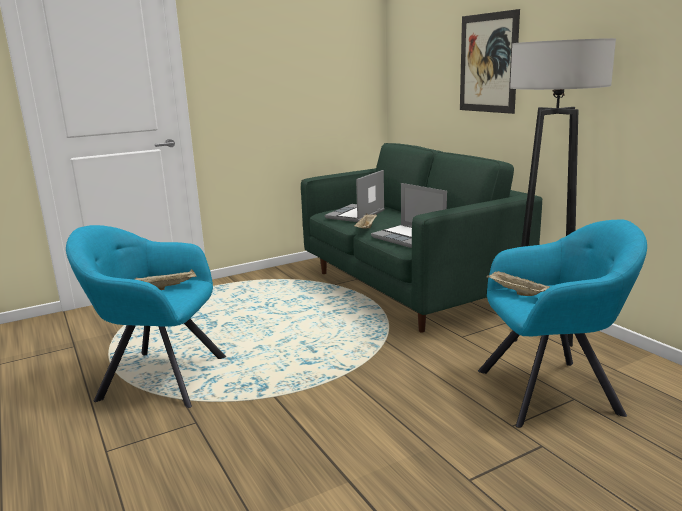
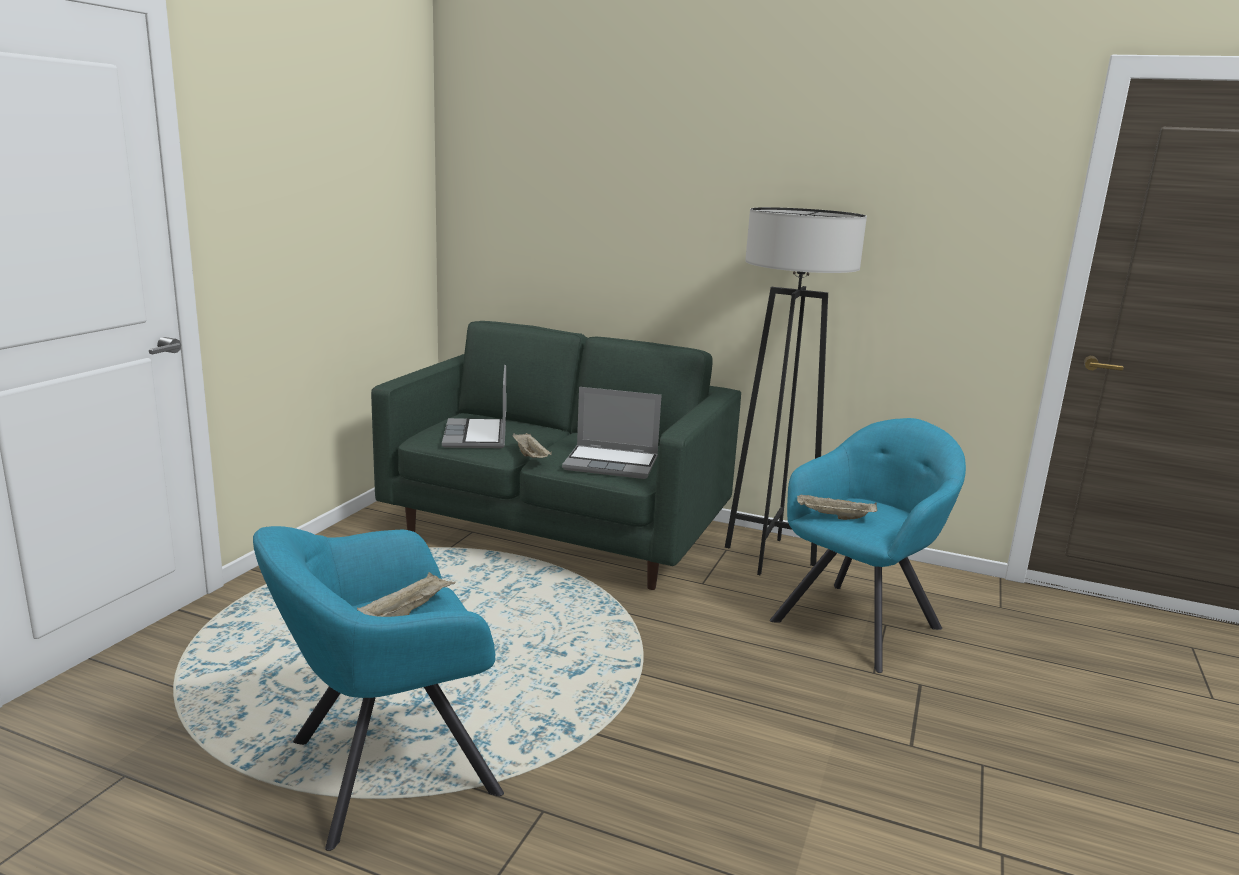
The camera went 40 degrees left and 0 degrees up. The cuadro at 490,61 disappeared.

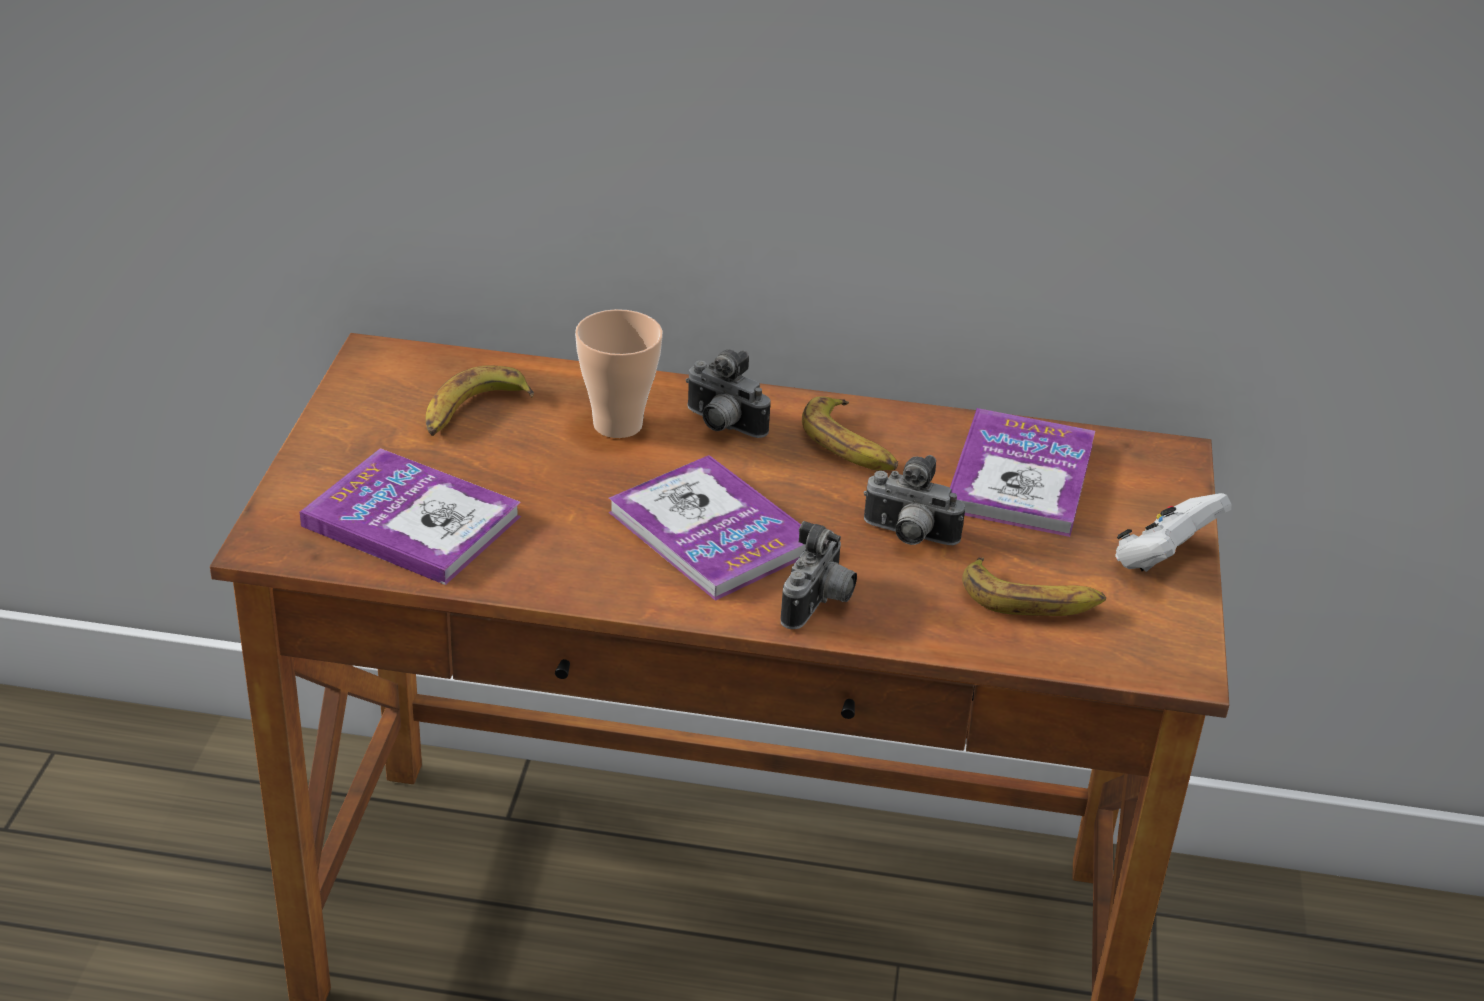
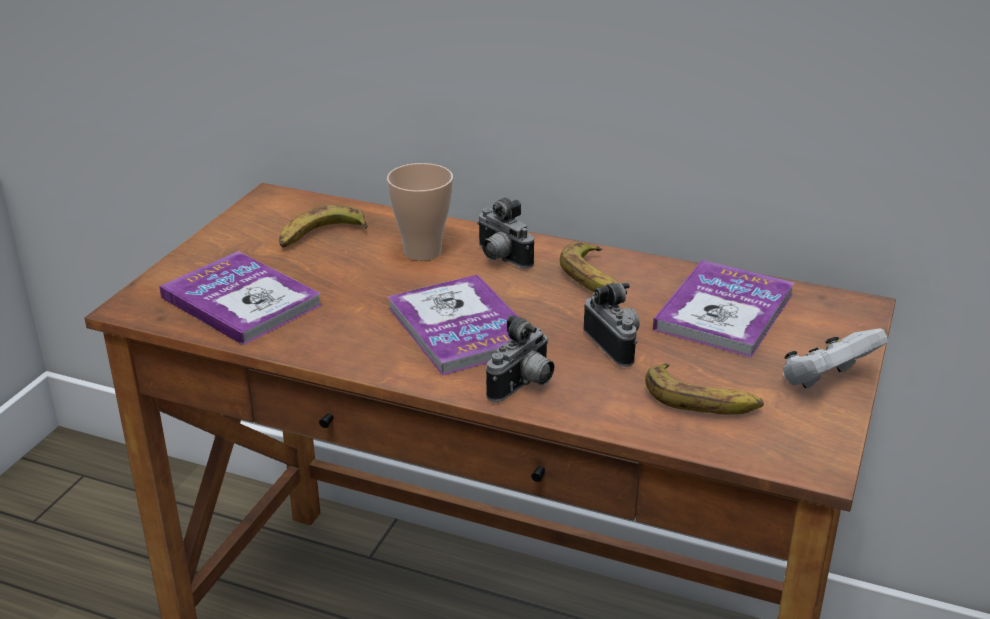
The camera went 15 degrees right and 5 degrees down. The cámara at 914,500 turned 150 degrees counterclockwise.

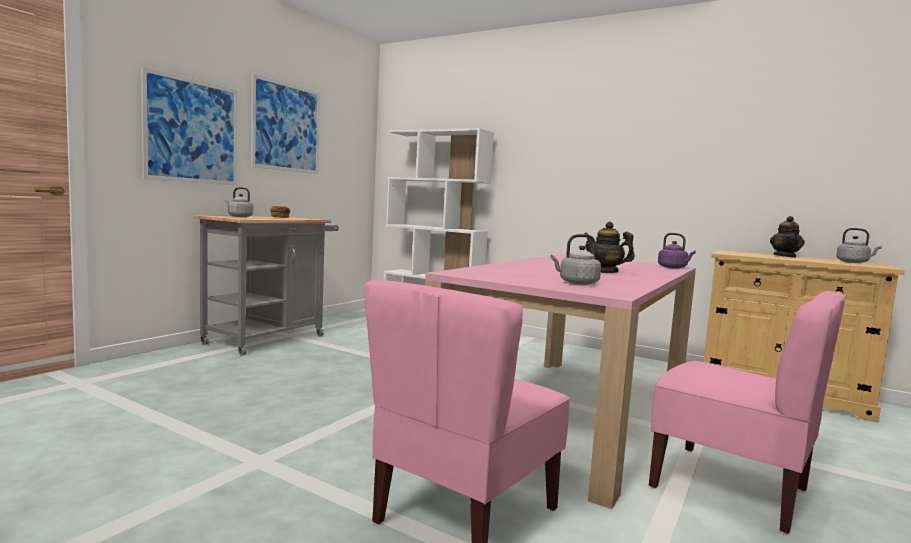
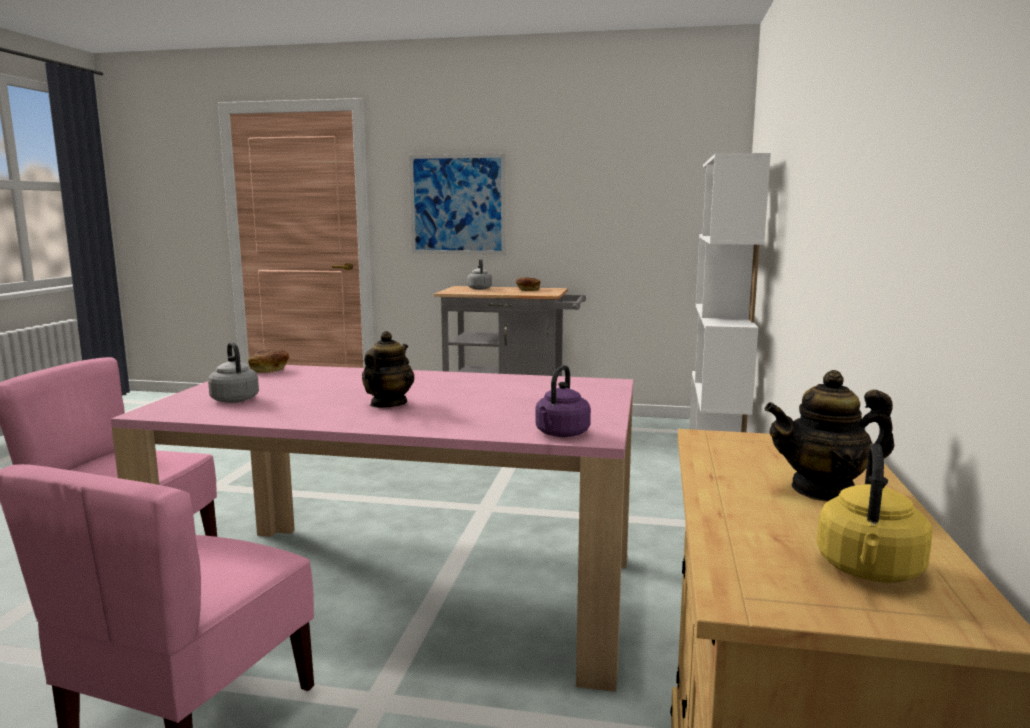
The camera went 70 degrees right and 5 degrees up. The pan at 269,361 appeared. The hervidor/gris at 859,245 became the hervidor/amarillo at 875,513. The cuadro at 285,124 disappeared.

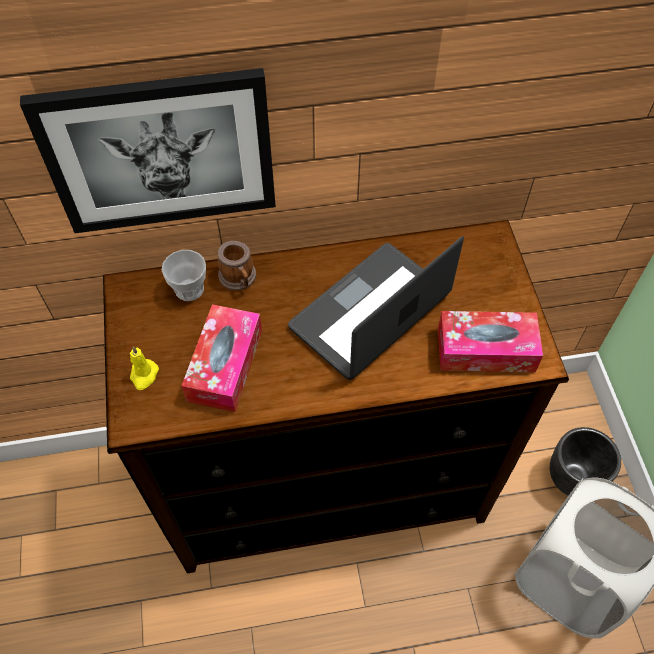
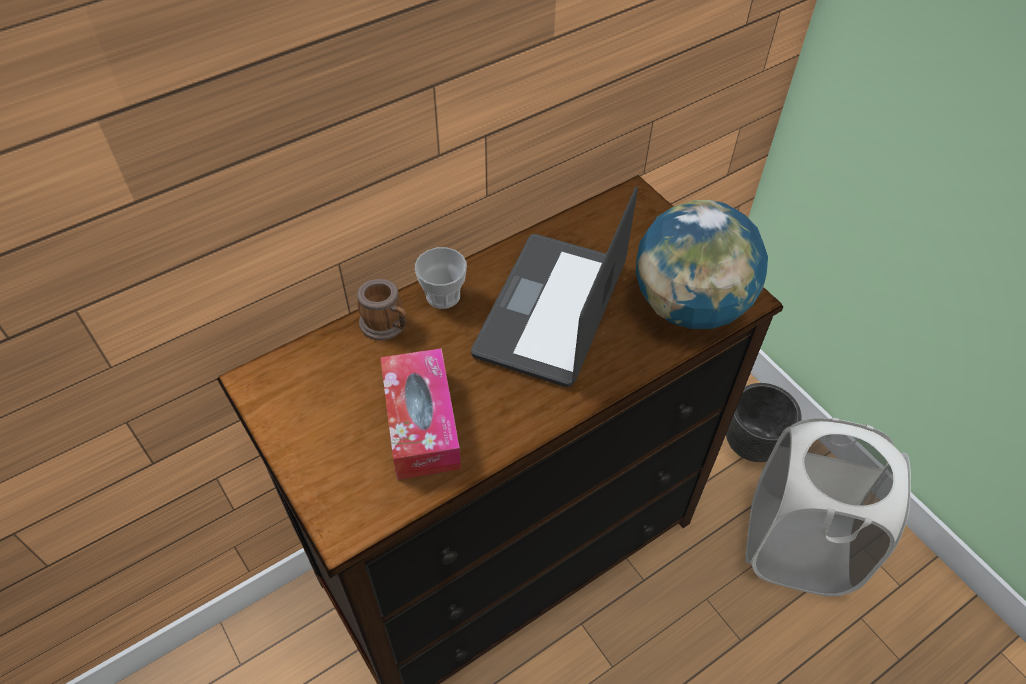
The camera went 25 degrees left and 5 degrees down. The taza moved from 184,275 to 441,278. The caja de pañuelos at 490,341 was replaced by the globo terráqueo at 702,264. The cuadro at 148,150 disappeared. The vela/amarillo at 144,368 disappeared.

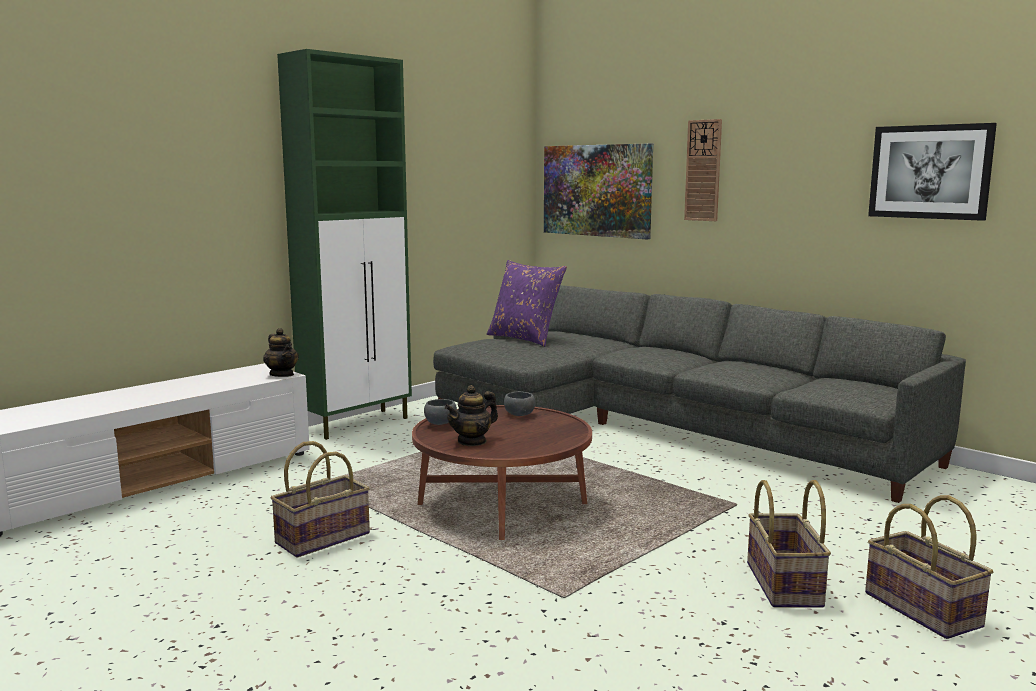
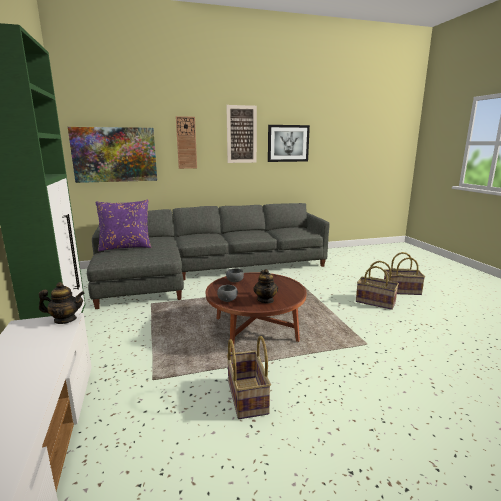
The camera went 60 degrees left and 5 degrees up. The cuadro at 241,134 appeared.

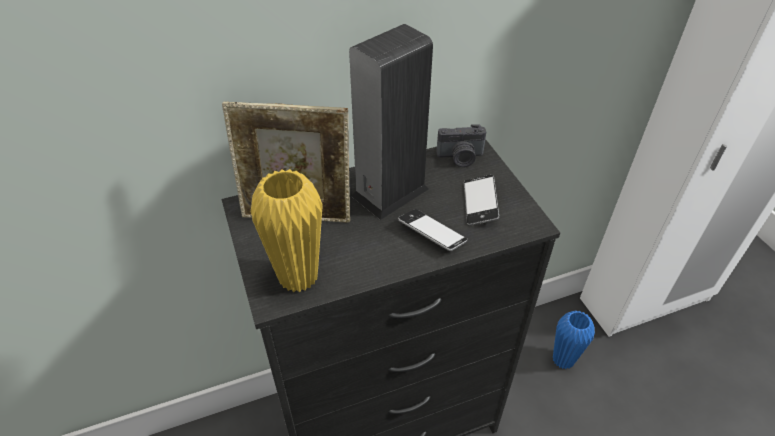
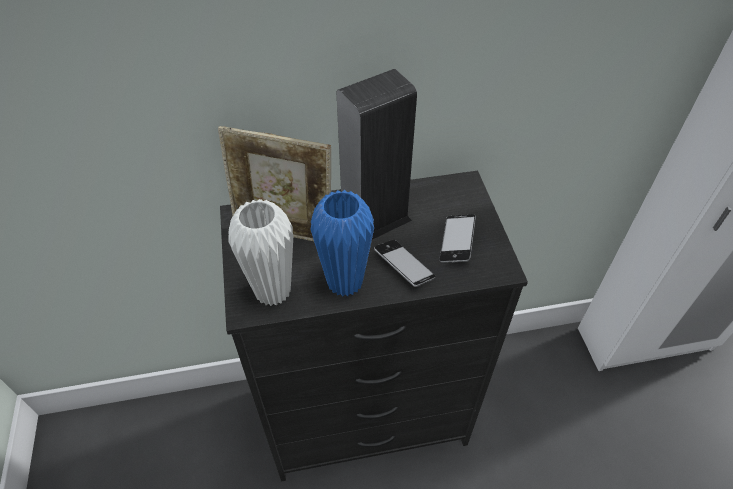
The camera went 10 degrees right and 5 degrees up. The florero/amarillo at 287,230 became the florero/blanco at 260,252. The florero/azul moved from 574,340 to 342,243. The cámara at 461,145 disappeared.

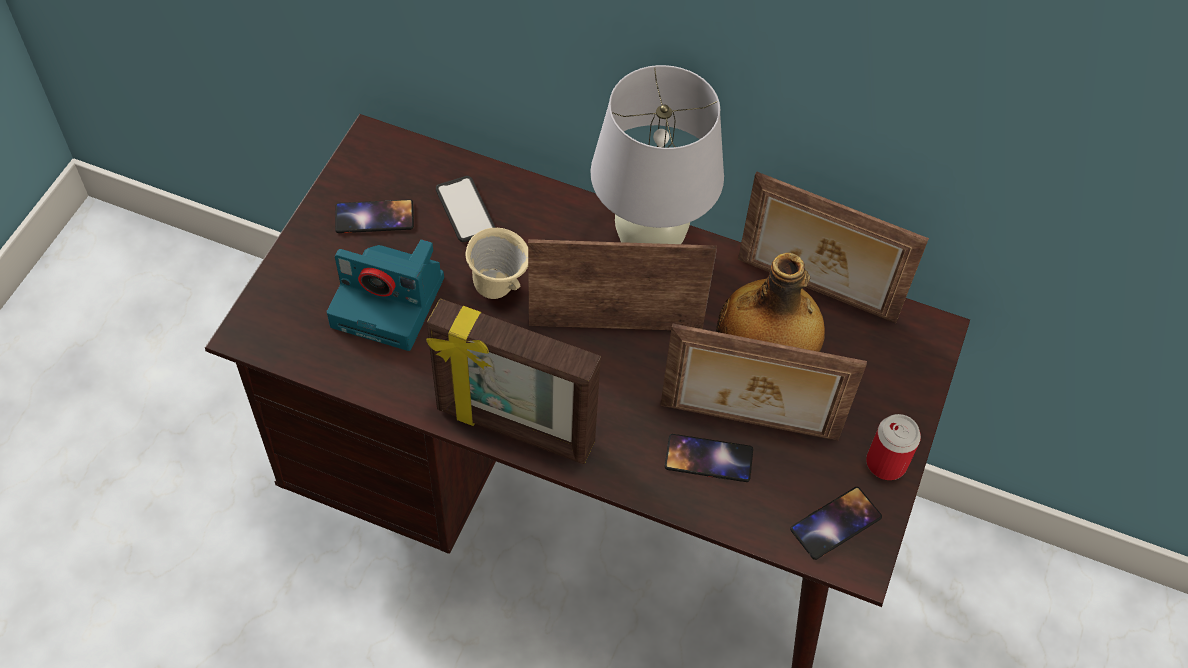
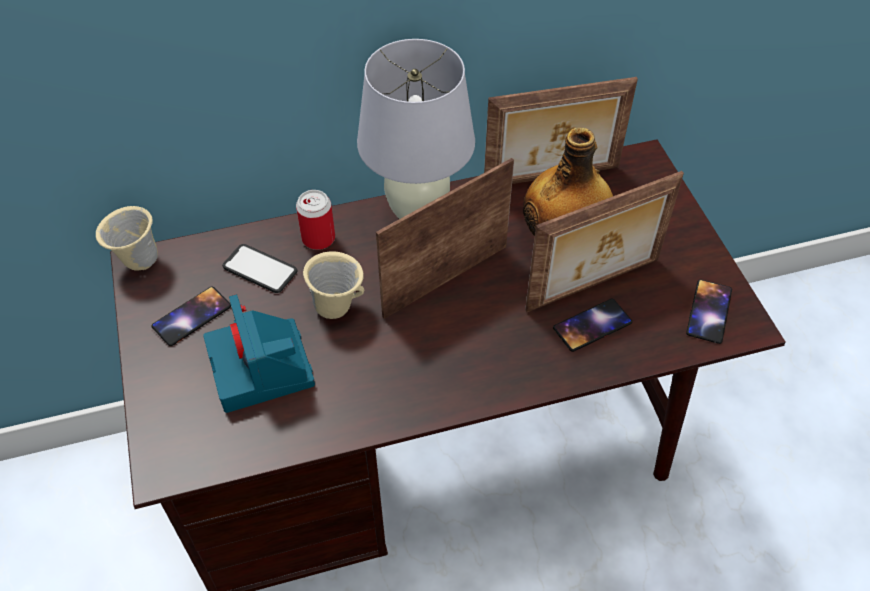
The camera went 35 degrees left and 5 degrees down. The taza grande/beis at 127,238 appeared. The cámara at 385,295 turned 90 degrees clockwise. The lata moved from 893,447 to 315,220. The portarretratos at 513,381 disappeared.

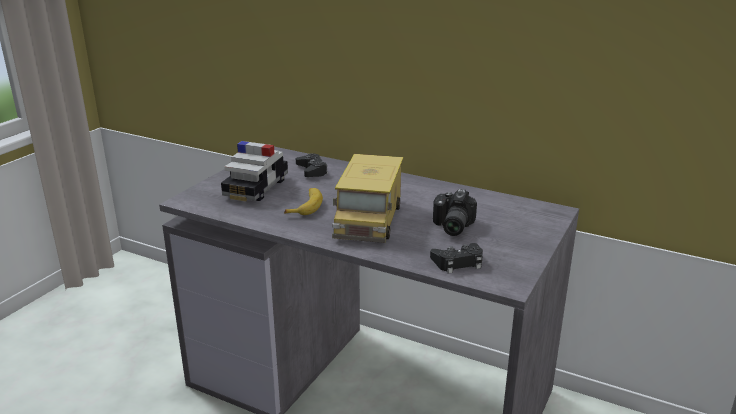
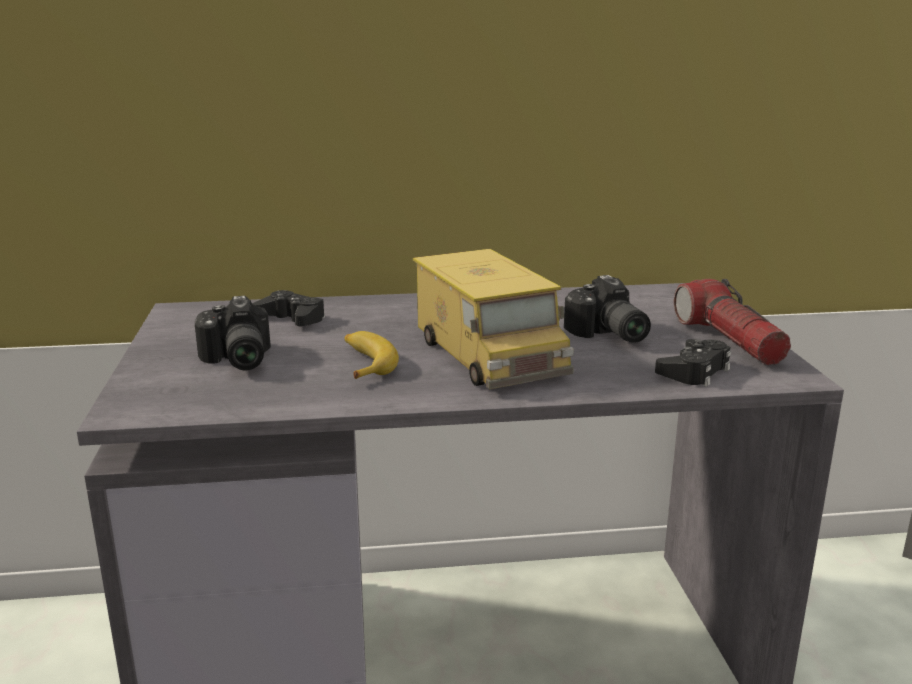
The camera went 35 degrees left and 5 degrees down. The coche de juguete at 254,171 was replaced by the cámara at 233,333. The linterna at 732,322 appeared.

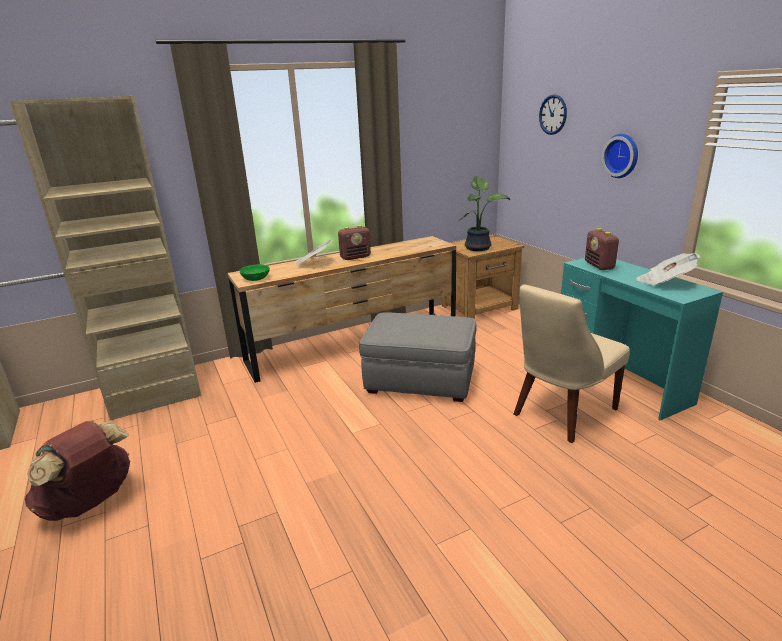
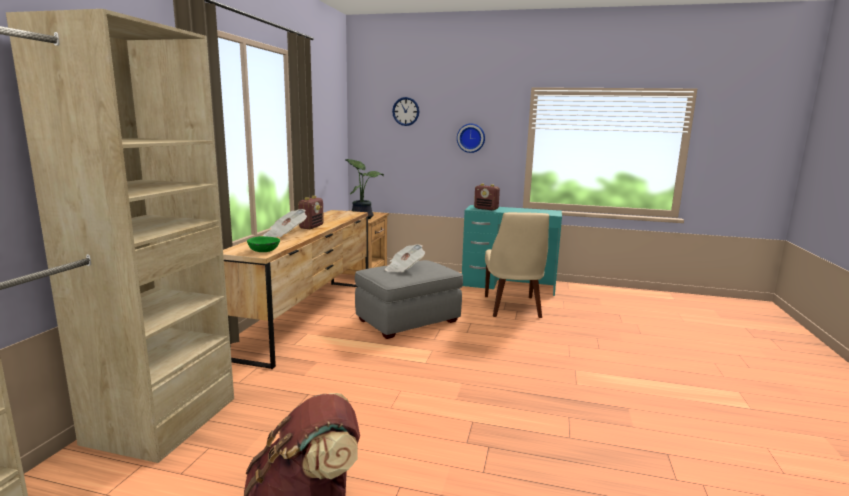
The camera went 50 degrees left and 10 degrees down. The periódico moved from 668,269 to 405,258.

